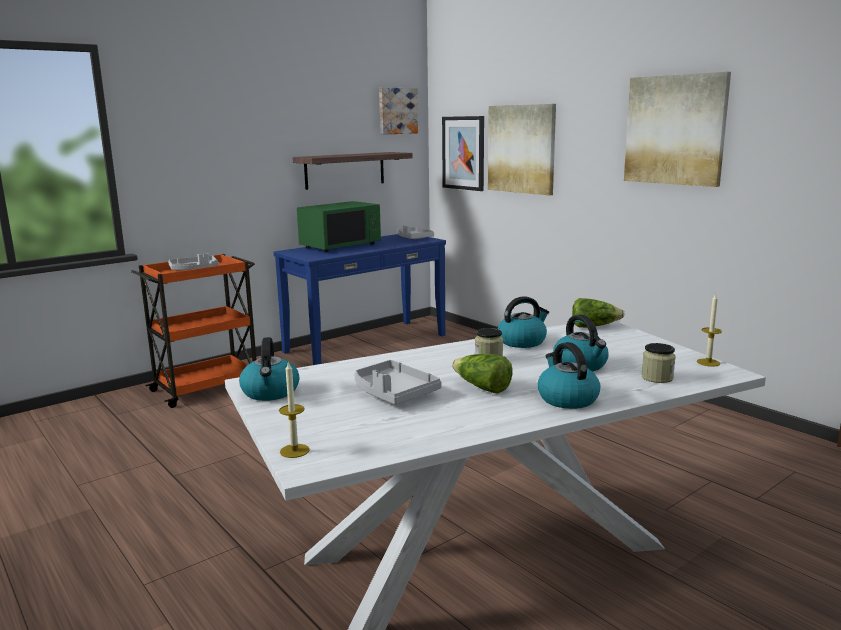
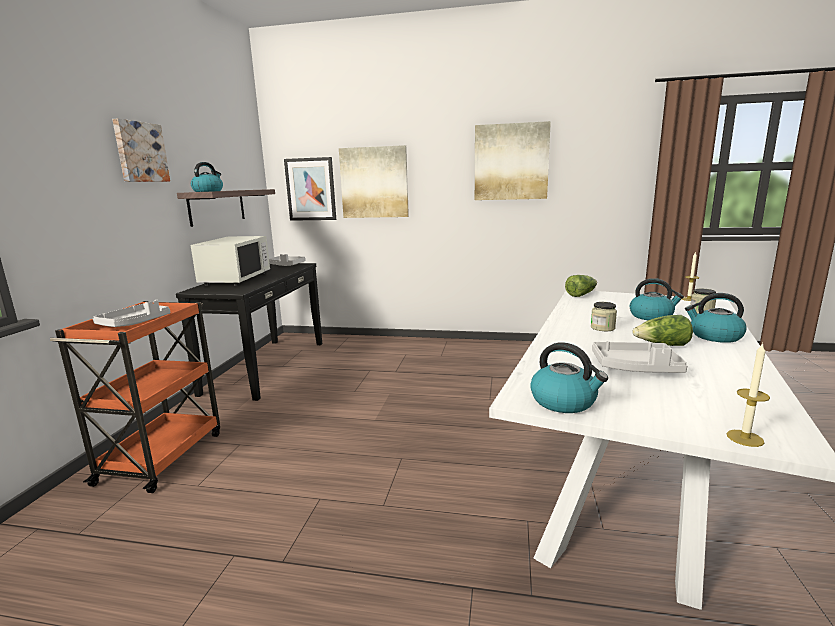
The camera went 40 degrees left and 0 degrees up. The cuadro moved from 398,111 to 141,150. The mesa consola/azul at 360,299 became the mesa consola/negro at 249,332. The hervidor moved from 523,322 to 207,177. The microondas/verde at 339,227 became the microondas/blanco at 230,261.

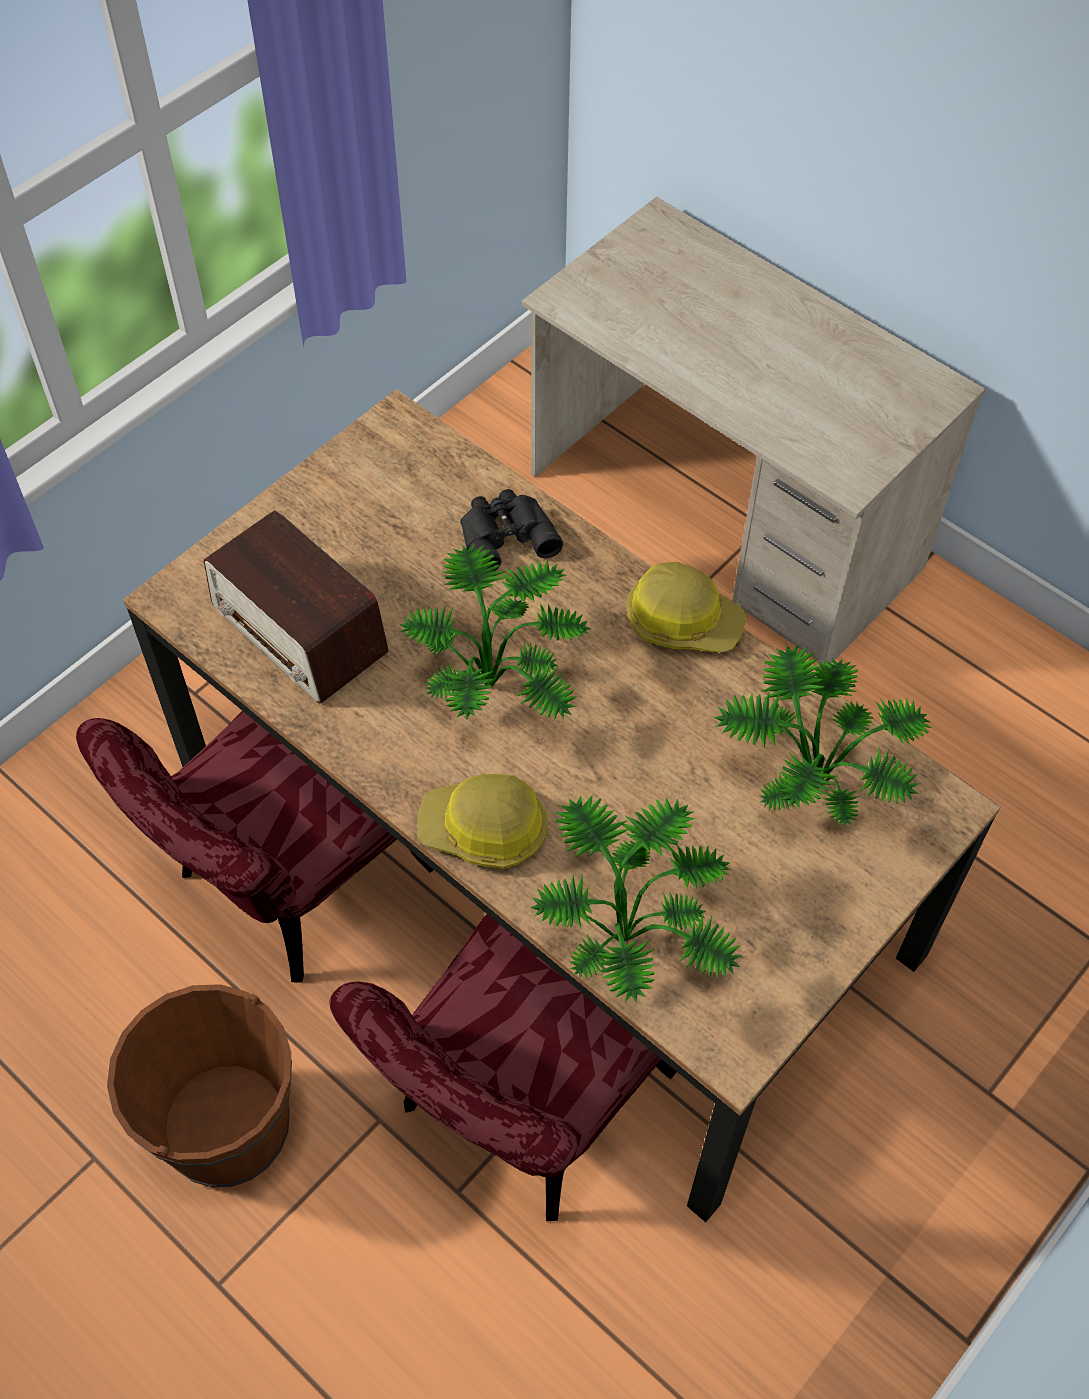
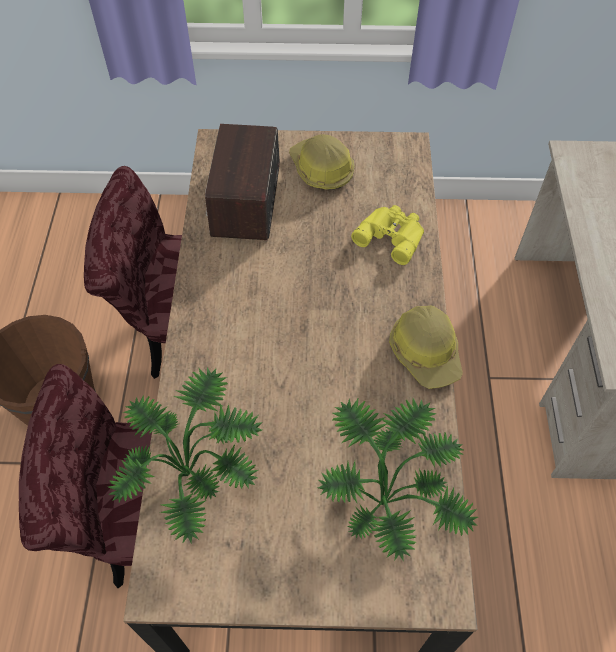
The camera went 50 degrees right and 0 degrees up. The casco moved from 482,821 to 322,162. The prismáticos/negro at 511,530 became the prismáticos/amarillo at 387,235. The planta en maceta at 495,632 disappeared.

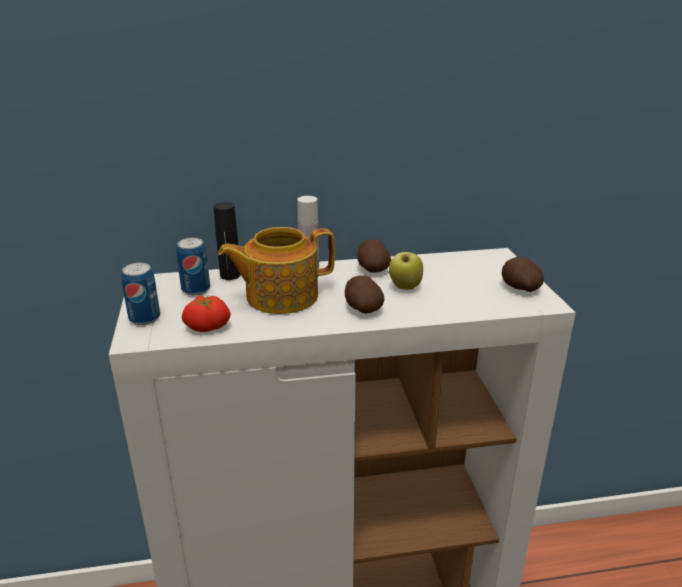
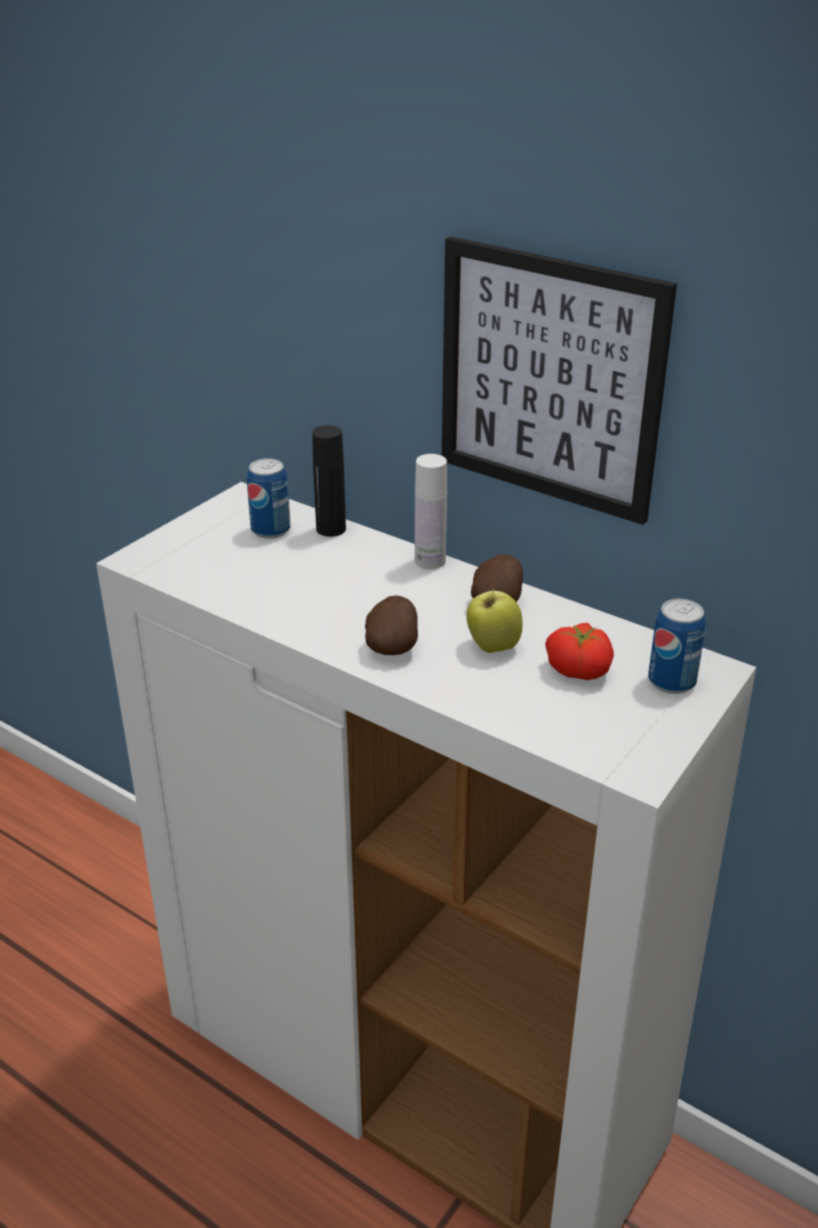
The camera went 45 degrees right and 5 degrees up. The cuadro at 559,381 appeared. The tomate moved from 206,313 to 579,651. The lata moved from 140,294 to 677,646. The tetera at 276,270 disappeared. The patata at 523,274 disappeared.

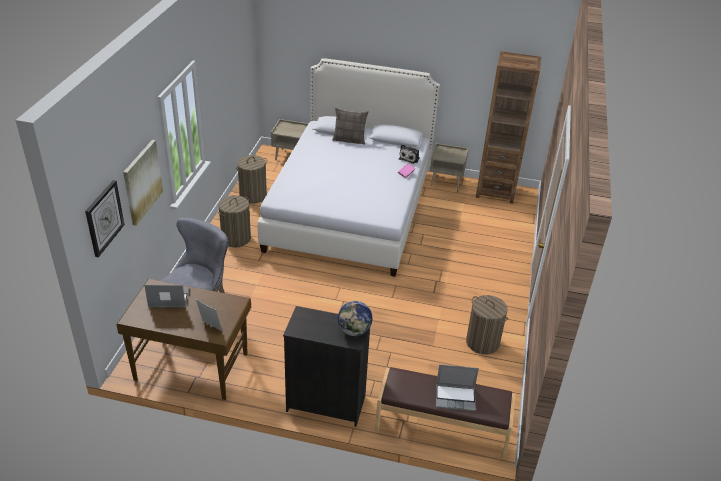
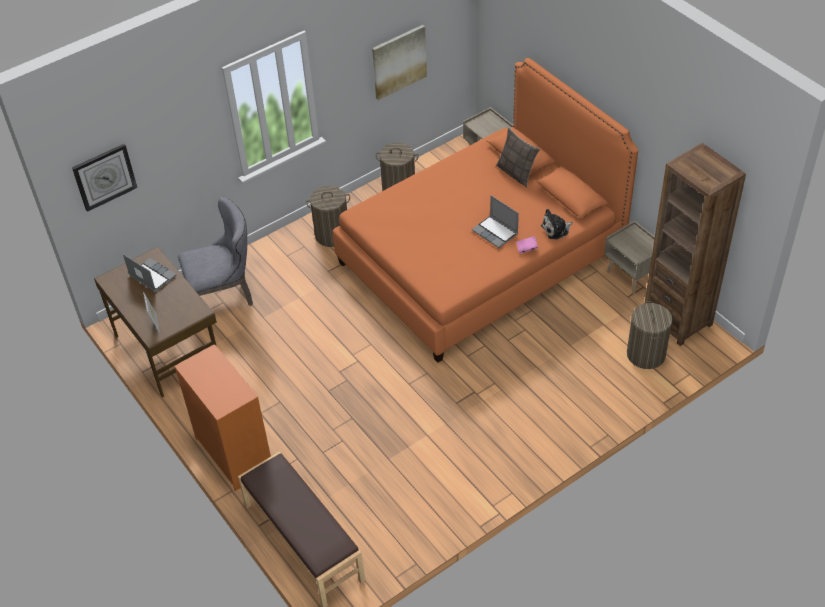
The camera went 45 degrees right and 10 degrees up. The cómoda/negro at 326,366 became the cómoda/naranja at 222,417. The cama/blanco at 349,167 became the cama/naranja at 485,210. The cuadro moved from 143,183 to 399,62. The portátil moved from 457,387 to 495,221. The cesto de la ropa moved from 487,325 to 650,335. The globo terráqueo at 355,318 disappeared.

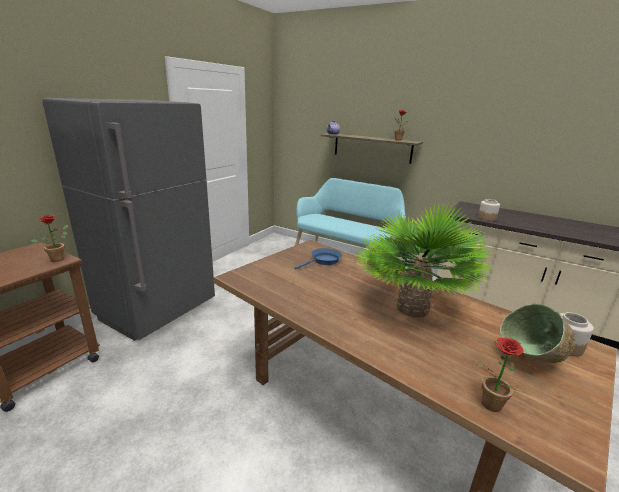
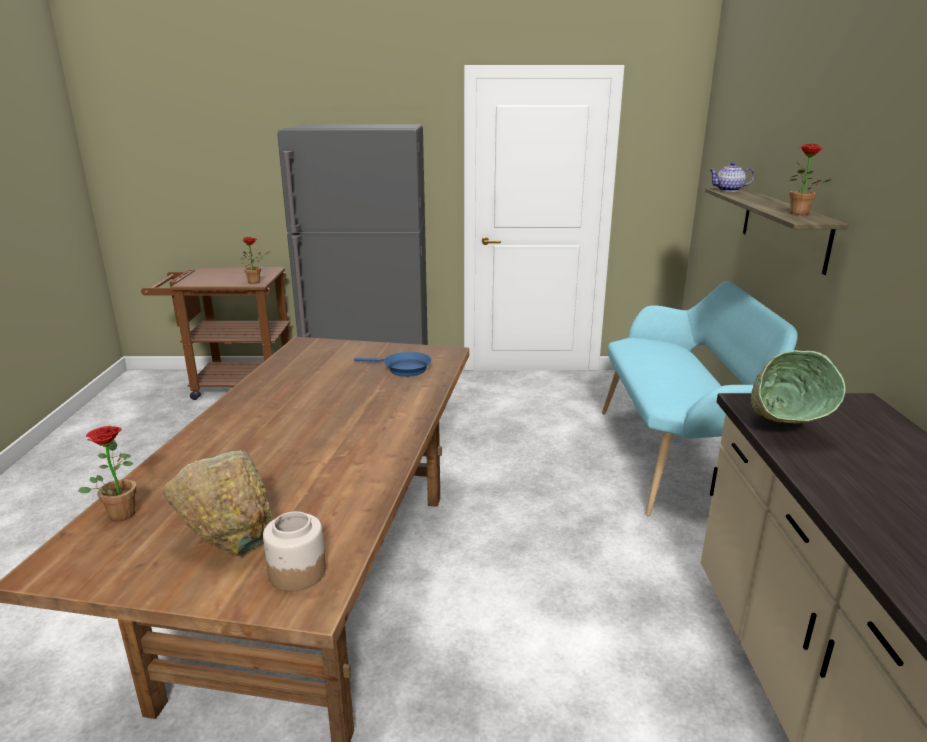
The camera went 60 degrees right and 0 degrees up. The tarro at 489,210 was replaced by the cuenco/verde at 798,387. The planta en maceta at 426,260 disappeared.

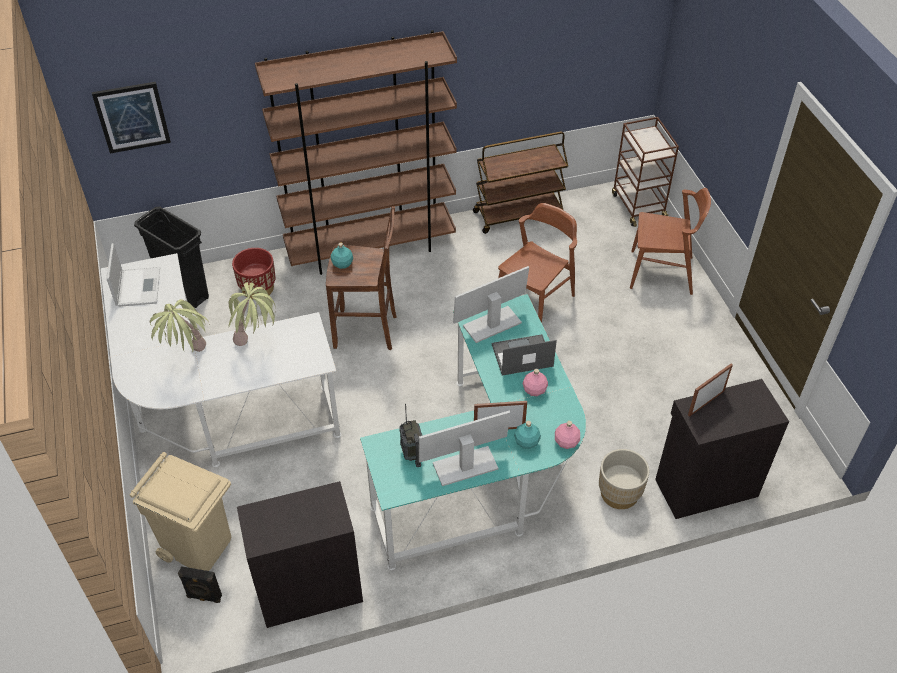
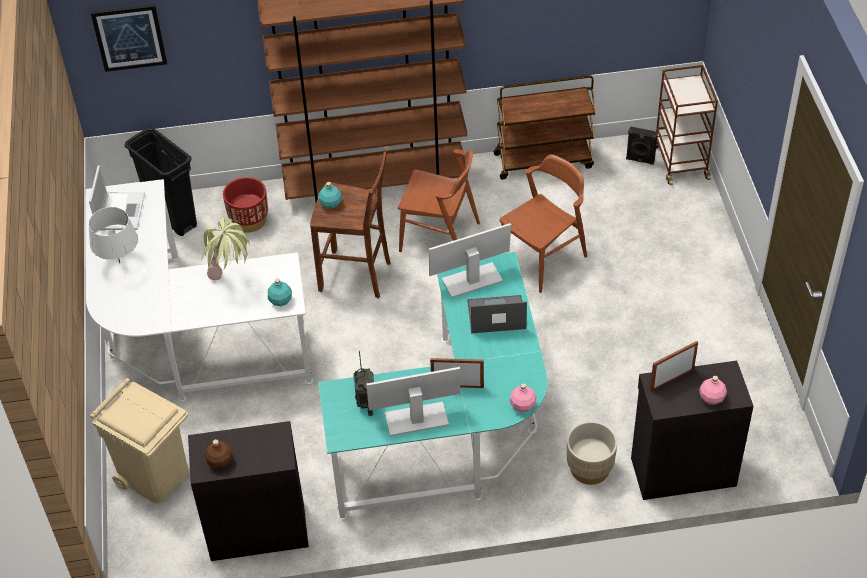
The camera went 10 degrees right and 0 degrees up. The lámpara de mesa/blanco at 113,235 appeared. The botella/marrón at 219,454 appeared. The botella/turquesa moved from 527,435 to 280,292. The silla/marrón moved from 670,241 to 439,200. The altavoz/negro moved from 200,584 to 642,145. The botella/rosa moved from 535,382 to 713,390. The planta en maceta at 180,326 disappeared.

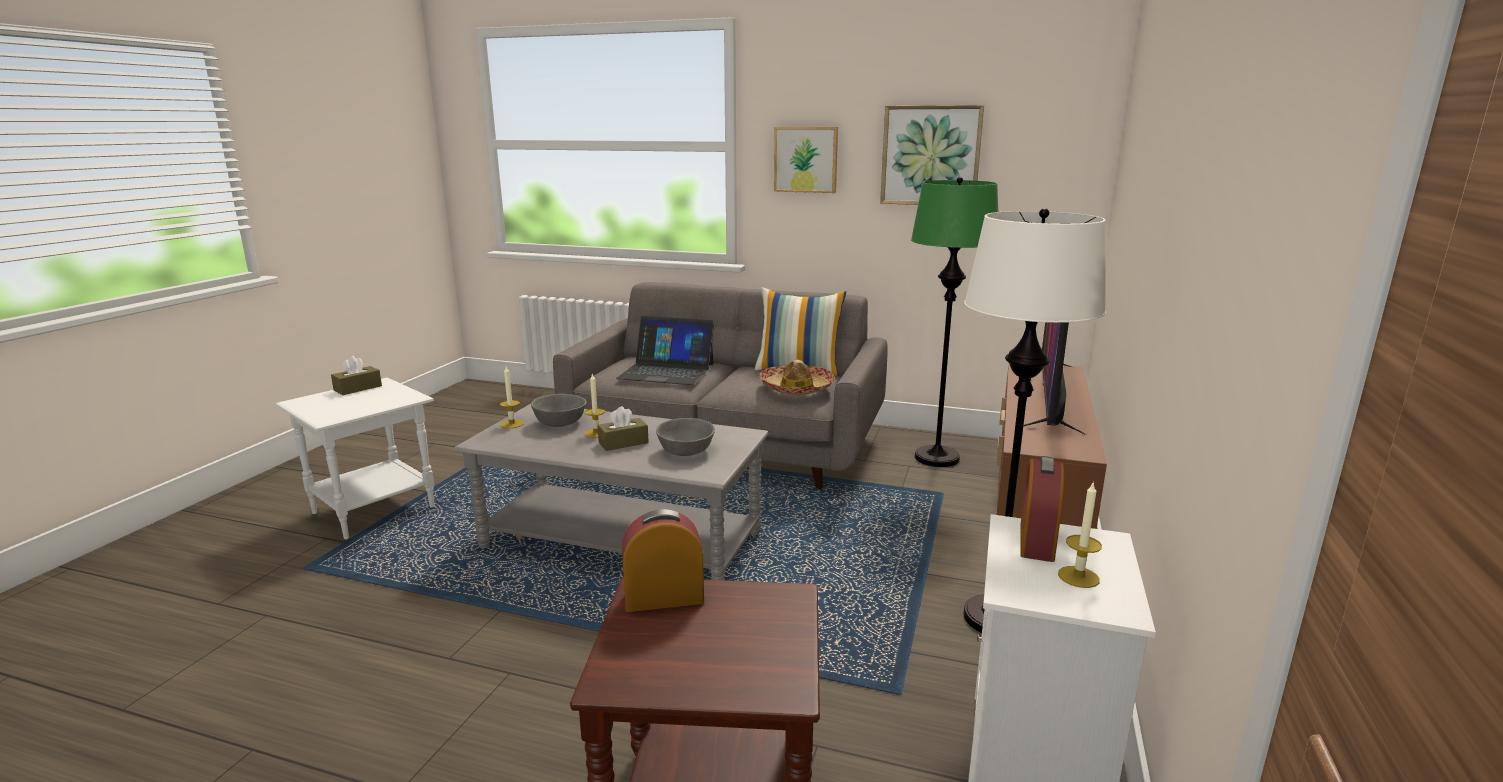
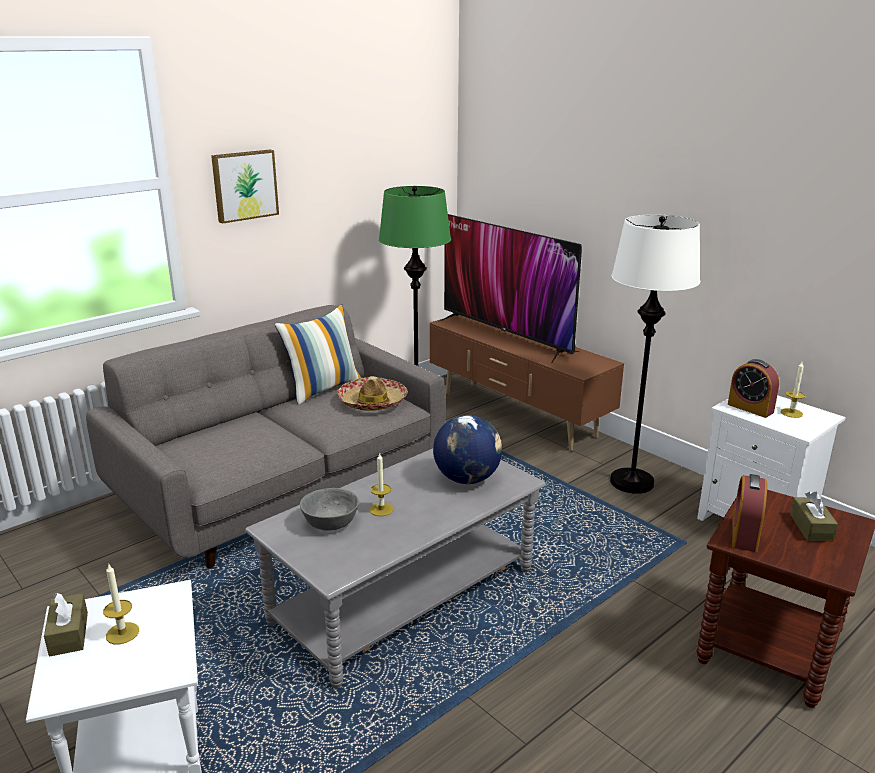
The camera went 60 degrees left and 5 degrees up. The vela moved from 512,397 to 121,603. The cuenco/gris at 685,437 was replaced by the globo terráqueo at 467,449. The caja de pañuelos/marrón moved from 623,428 to 814,517. The portátil at 665,350 disappeared. The cuadro at 932,155 disappeared.

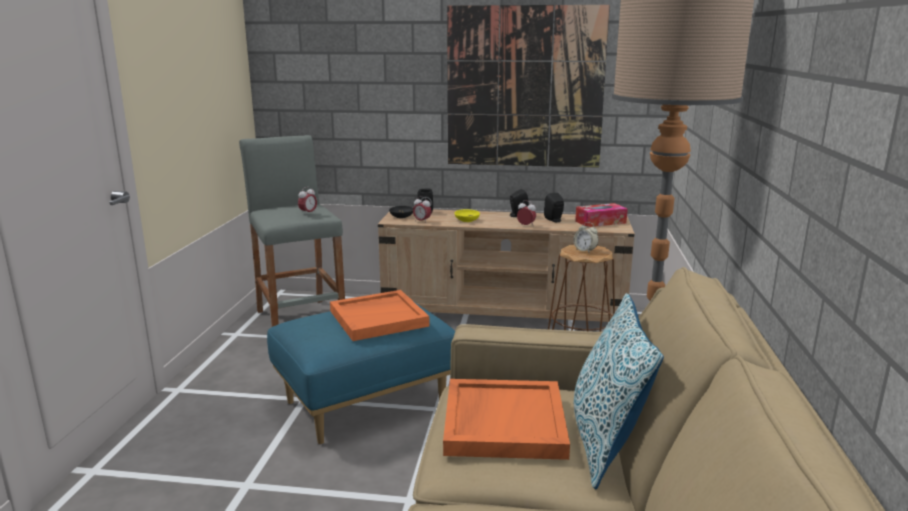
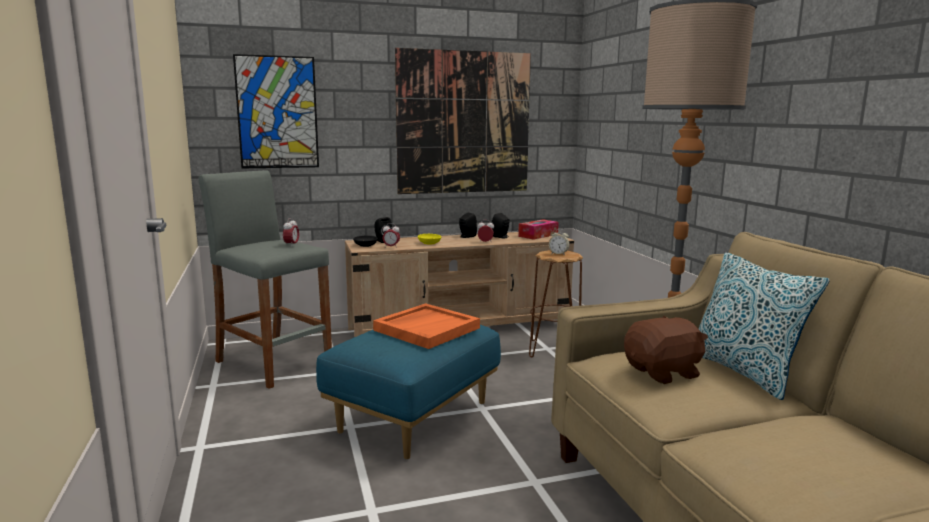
The camera went 25 degrees left and 5 degrees down. The cuadro at 276,111 appeared. The bandeja/naranja at 506,419 was replaced by the peluche/marrón at 666,349.

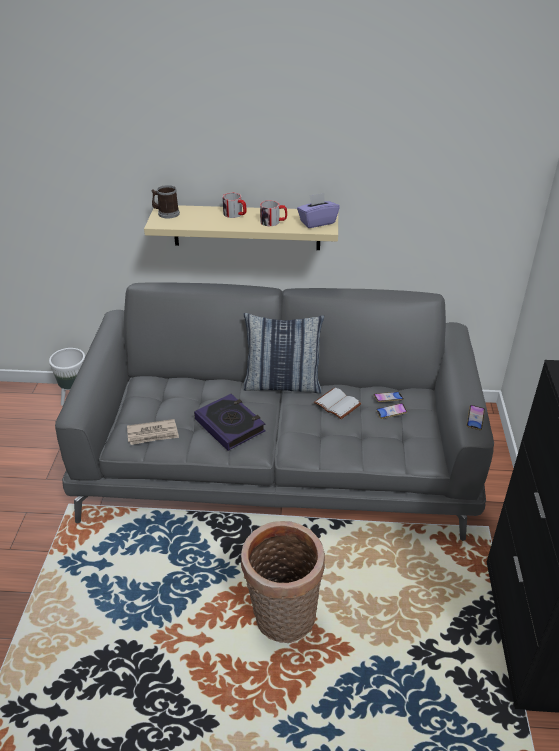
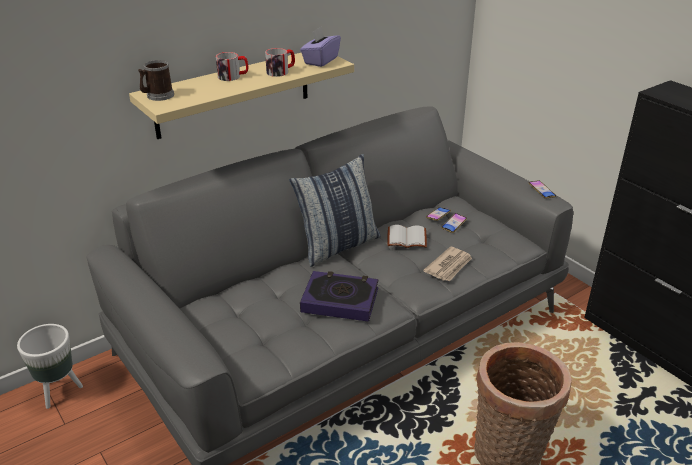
The camera went 40 degrees left and 5 degrees down. The periódico moved from 153,432 to 447,264.

